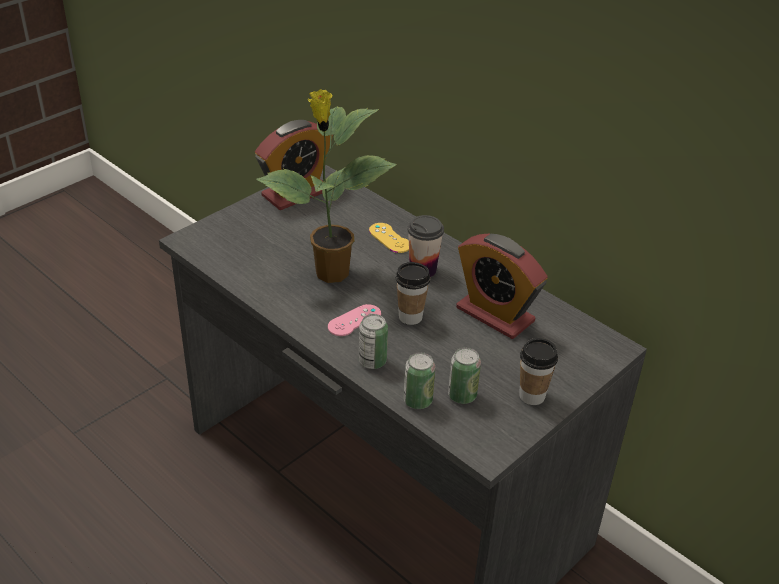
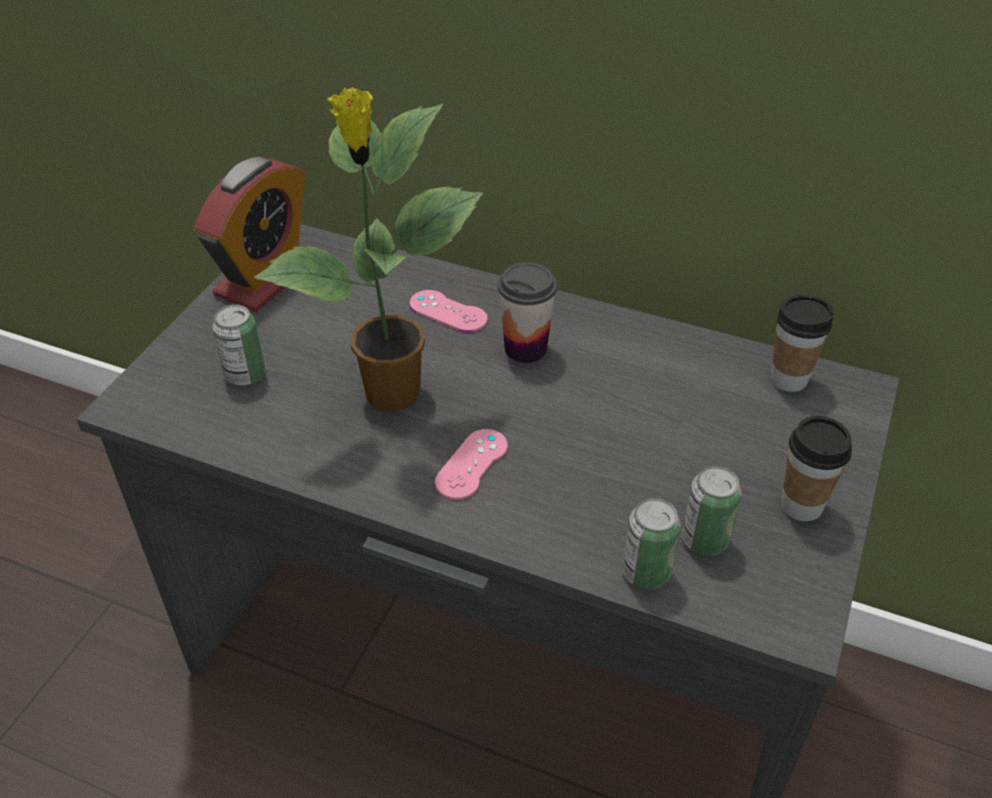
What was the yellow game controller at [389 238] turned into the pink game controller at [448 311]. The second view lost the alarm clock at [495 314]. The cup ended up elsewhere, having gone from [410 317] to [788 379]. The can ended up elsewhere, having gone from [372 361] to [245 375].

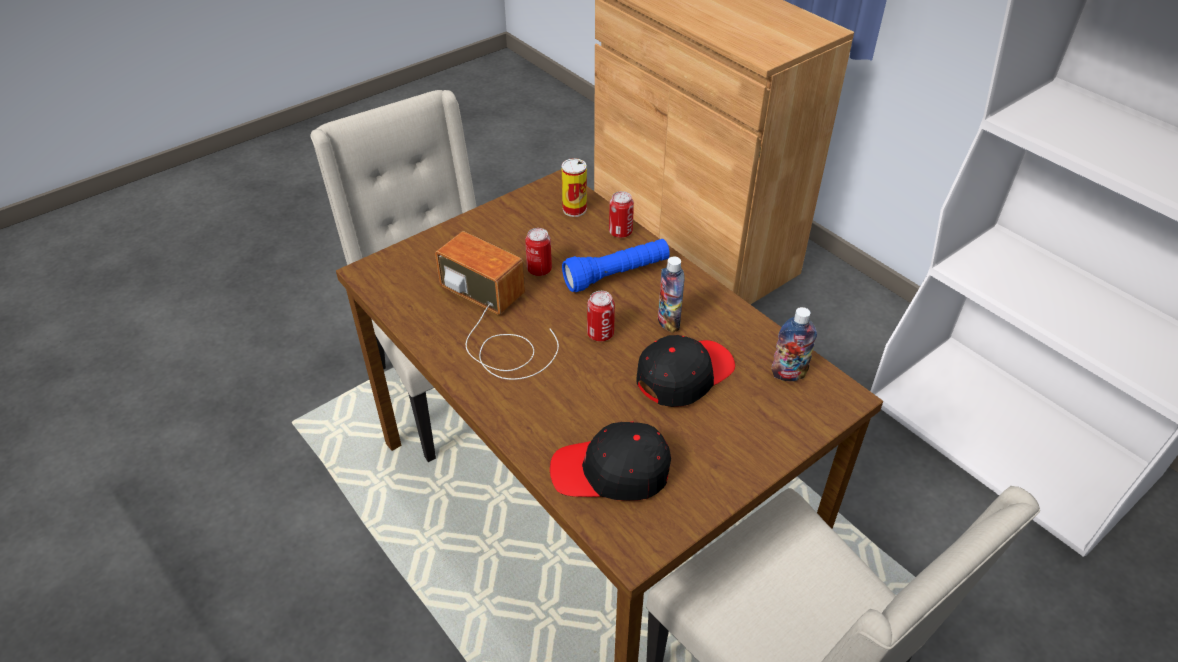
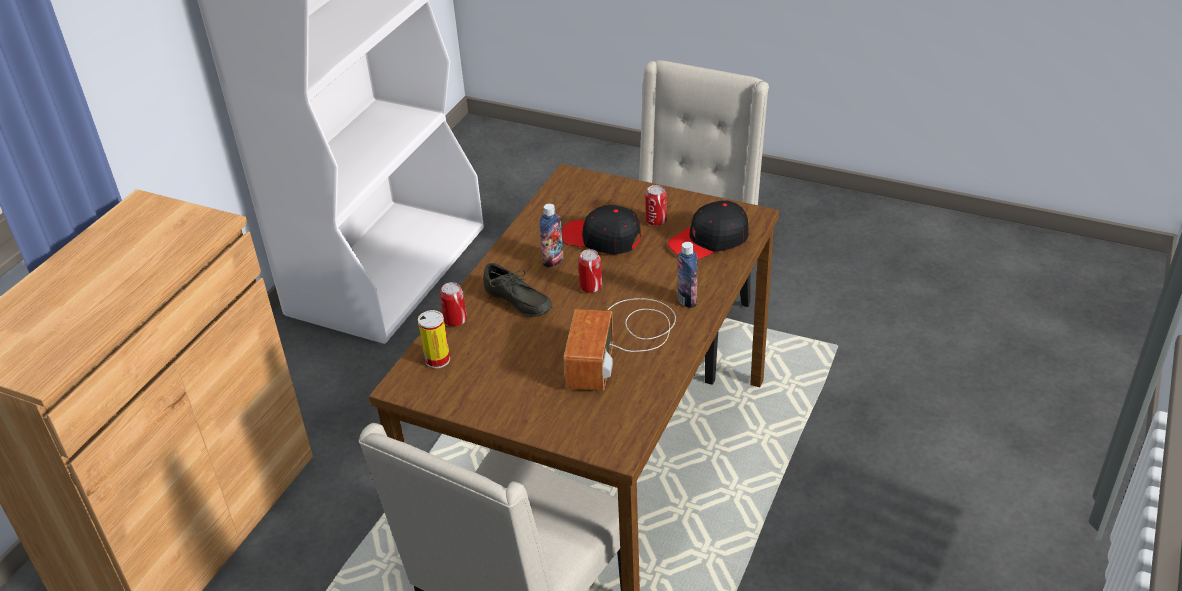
The can ended up elsewhere, having gone from [539 269] to [656 221]. Where the blue flashlight stood at [617 275], the grey shoe came to stand at [516 302]. The bottle ended up elsewhere, having gone from [788 374] to [687 300]. The black cap at [611 472] ended up facing another way, 90 degrees clockwise from before.

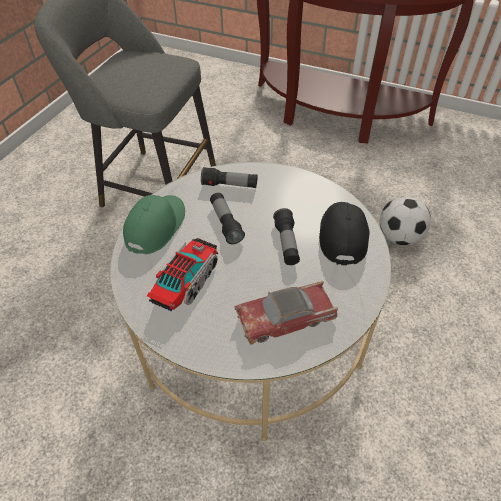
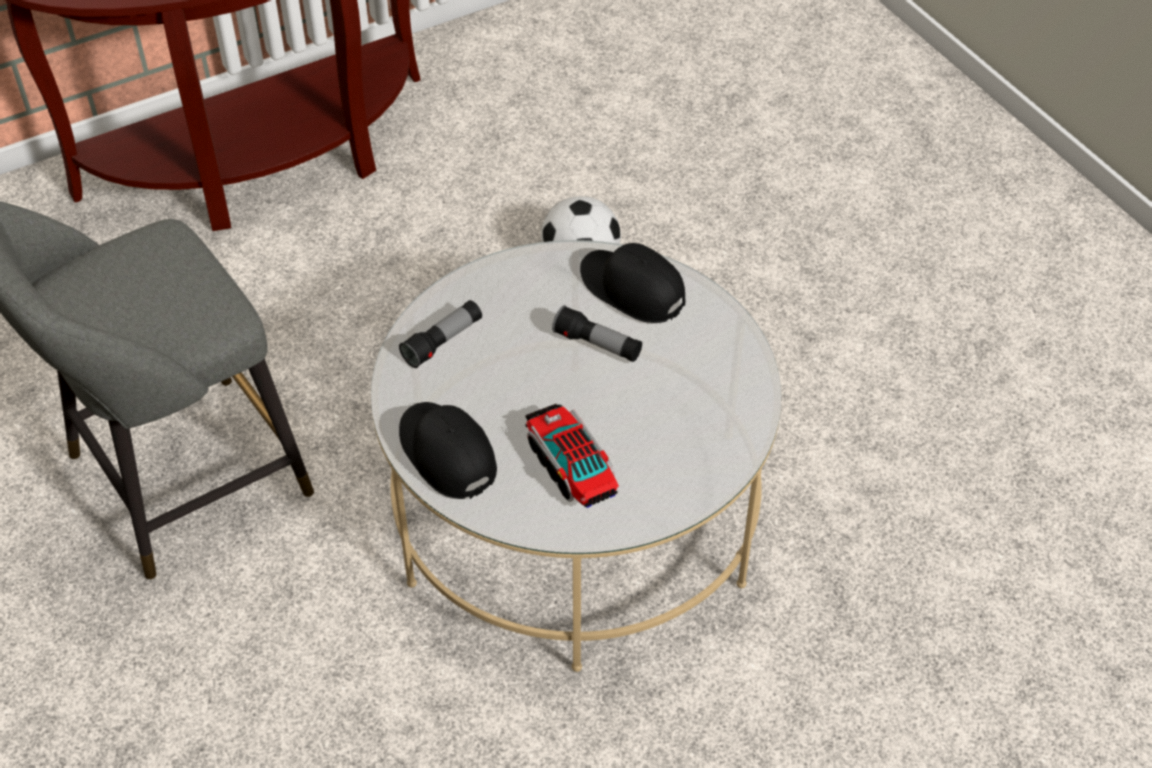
The second view lost the flashlight at [226 223]. What was the green cap at [156 226] turned into the black cap at [446 454]. The second view lost the toy car at [285 318].

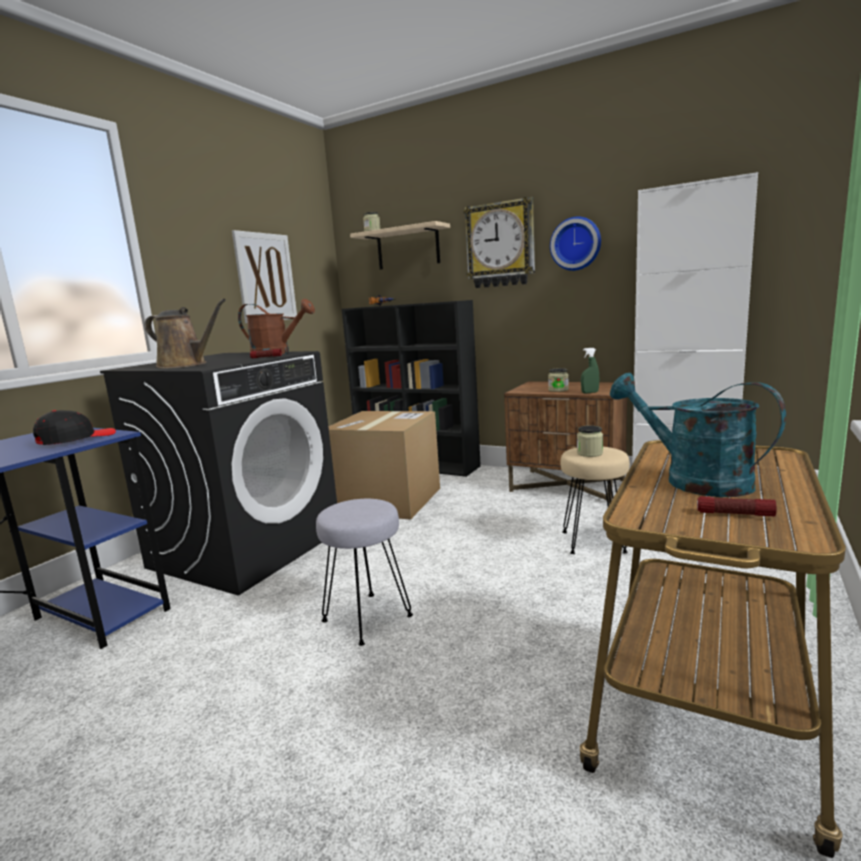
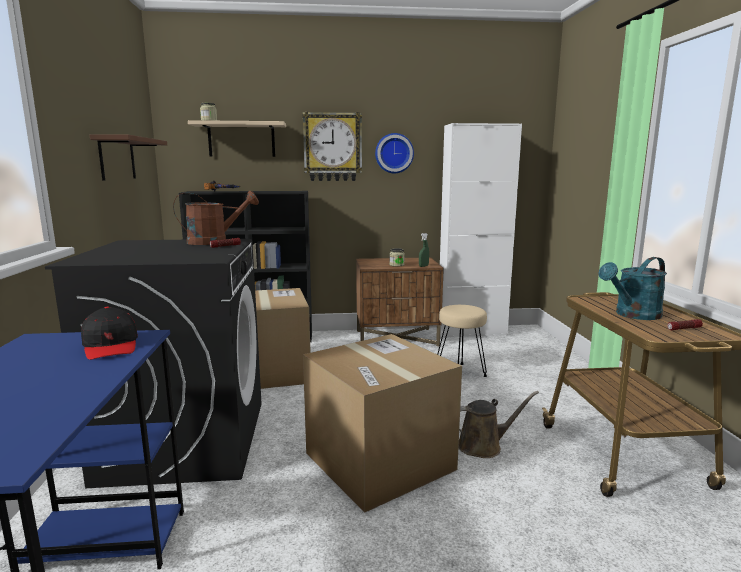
Where the picture hung at [265 277], the brown shelf came to hang at [117 158]. The brown watering can ended up elsewhere, having gone from [186 365] to [483 446]. The turquoise watering can at [693 480] ended up facing another way, 45 degrees counterclockwise from before. The black cap at [76 439] ended up facing another way, 150 degrees clockwise from before. The second view lost the jar at [589 453]. Where the grey stool stood at [368 618], the cardboard box came to stand at [379 461].

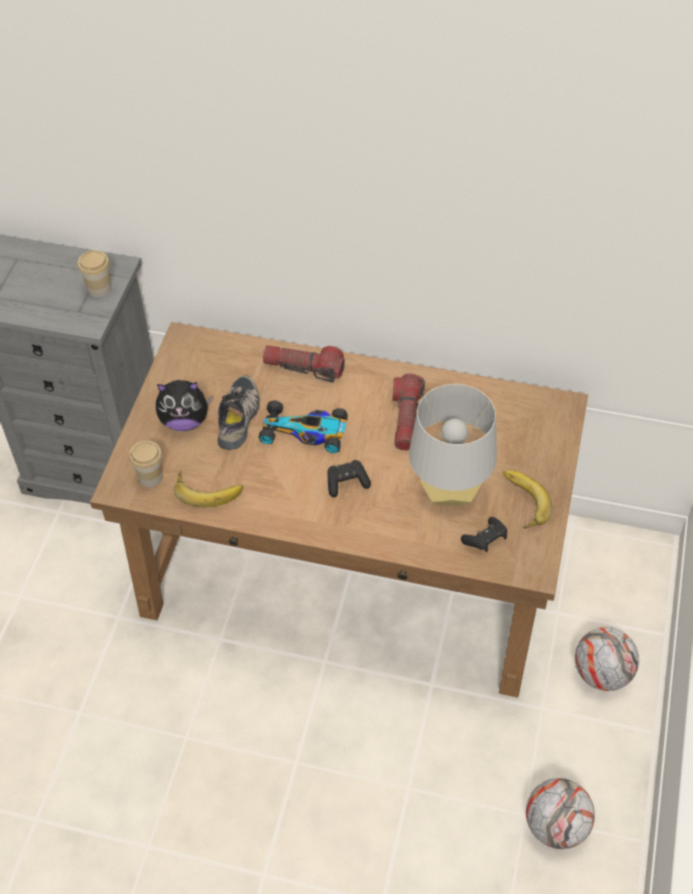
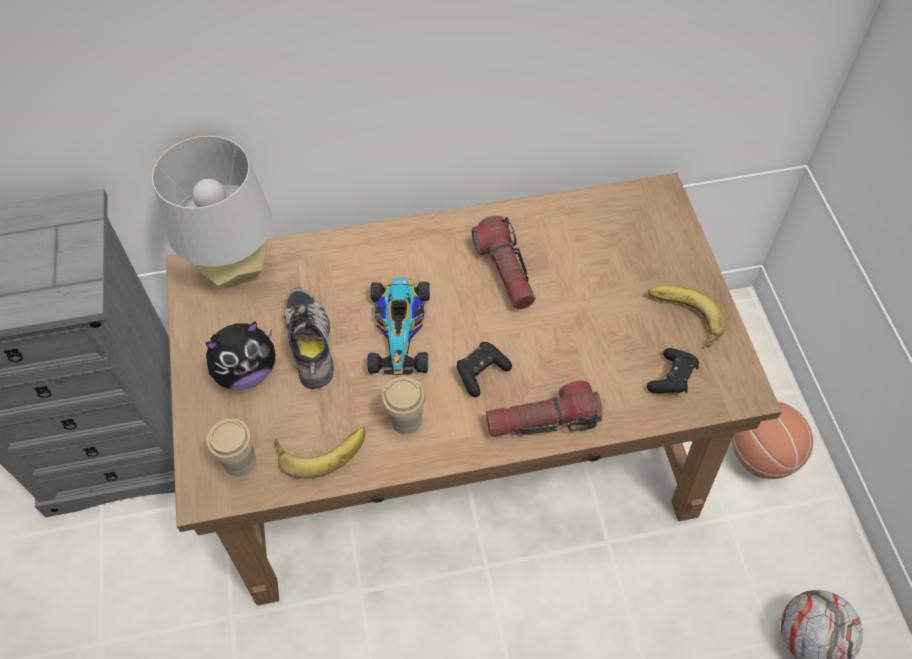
The cup ended up elsewhere, having gone from [99 289] to [406 420]. The flashlight ended up elsewhere, having gone from [304 368] to [542 421]. The grey table lamp ended up elsewhere, having gone from [449 492] to [235 269]. The toy car at [306 431] ended up facing another way, 75 degrees counterclockwise from before. Where the football stood at [602 673], the basketball came to stand at [761 455].

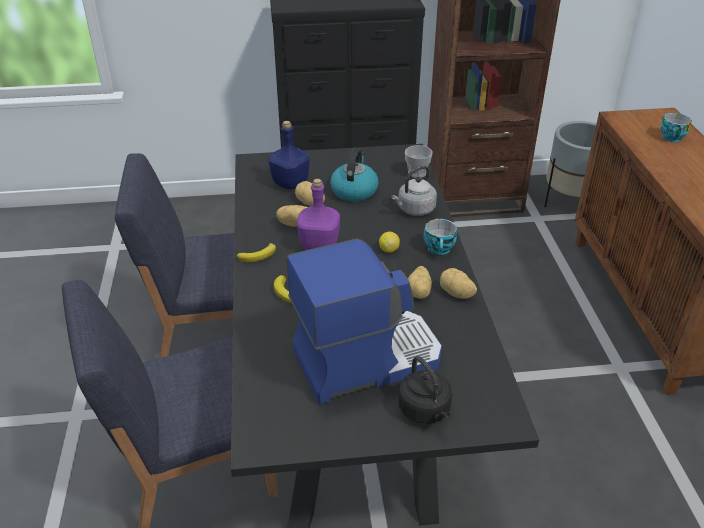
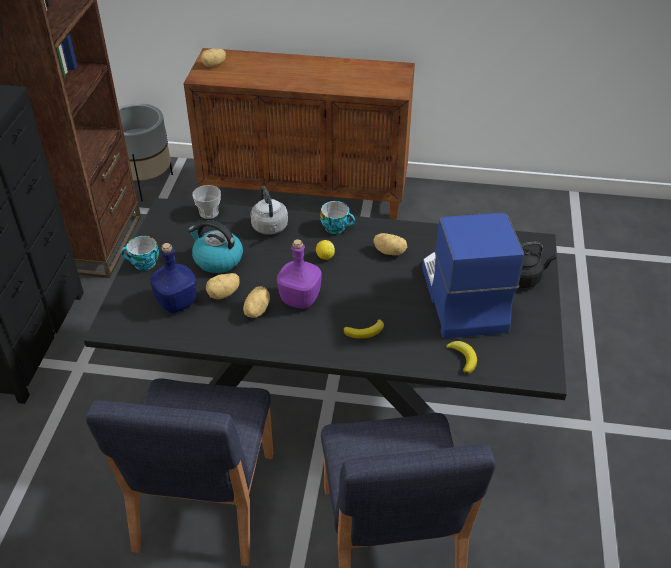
The cup ended up elsewhere, having gone from [670 137] to [143 264]. The banana ended up elsewhere, having gone from [259 256] to [463 358]. The potato ended up elsewhere, having gone from [456 294] to [214 65].

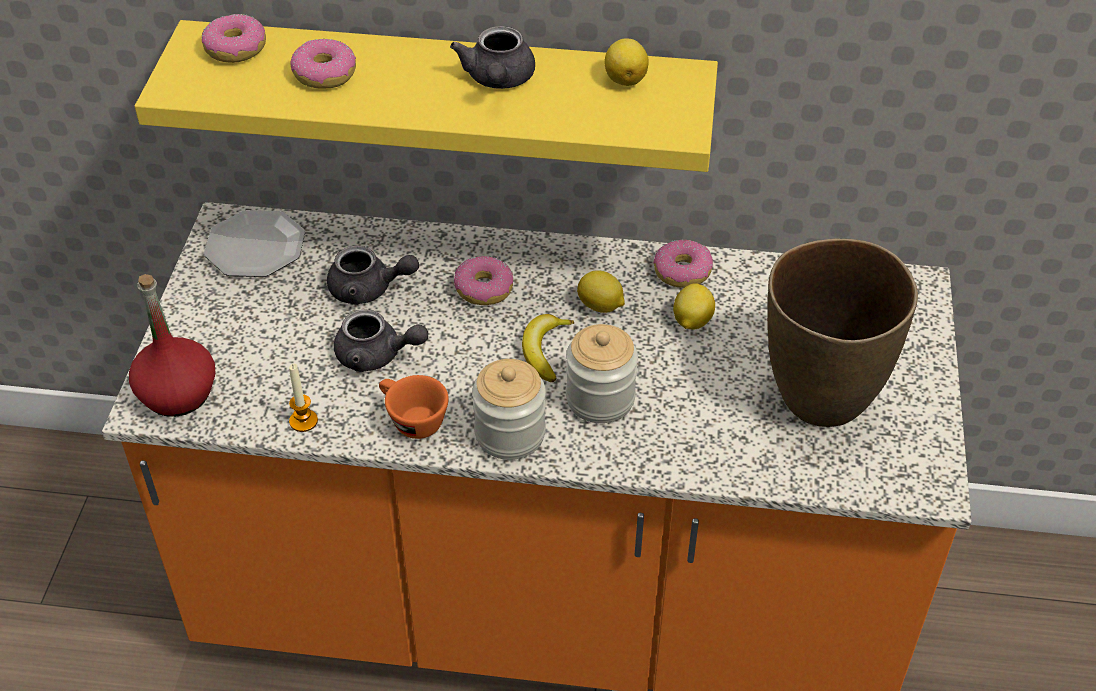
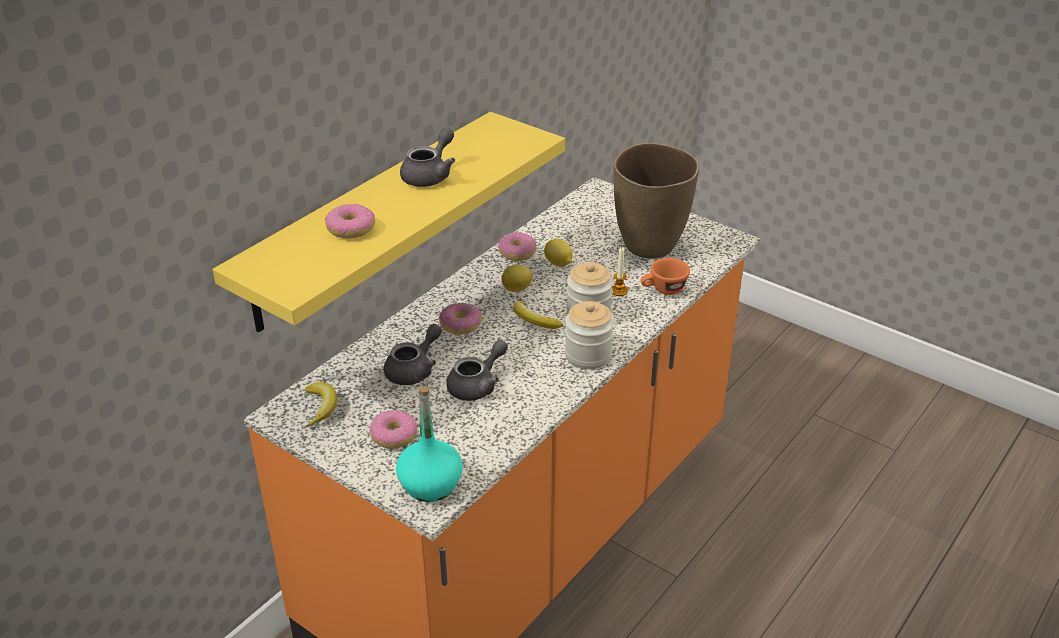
The donut ended up elsewhere, having gone from [236 49] to [394 436]. The grey teapot at [498 80] ended up facing another way, 90 degrees counterclockwise from before. The second view lost the lemon at [625 79]. Where the plate stood at [255 248], the banana came to stand at [321 407]. What was the red bottle at [178 393] turned into the turquoise bottle at [430 484]. The candle ended up elsewhere, having gone from [303 421] to [619 291]. The orange cup ended up elsewhere, having gone from [411 420] to [663 290].

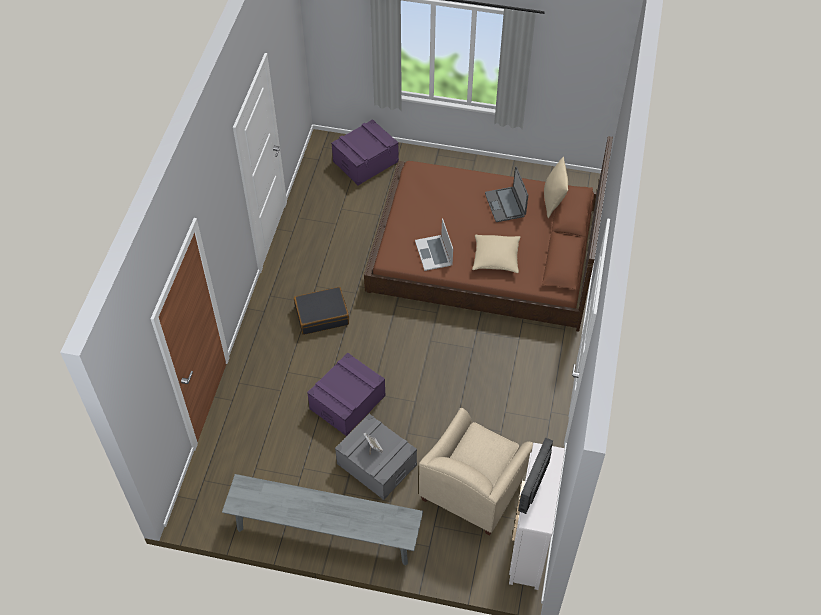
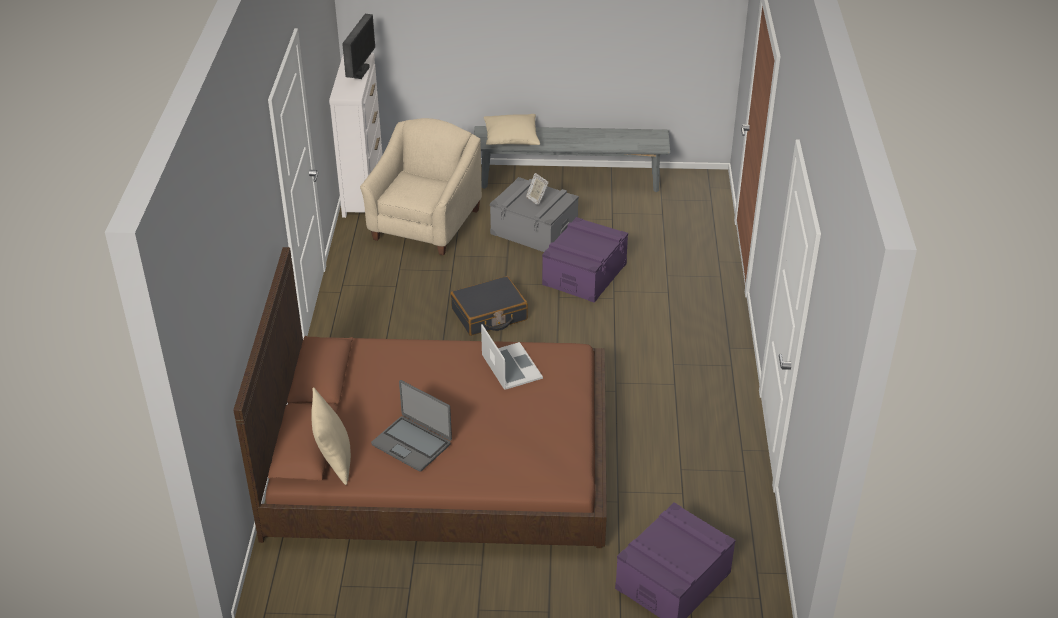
The laptop at [505 205] ended up facing another way, 150 degrees clockwise from before. The beige pillow ended up elsewhere, having gone from [496 258] to [511 138]. The black suitcase ended up elsewhere, having gone from [322 315] to [489 315].

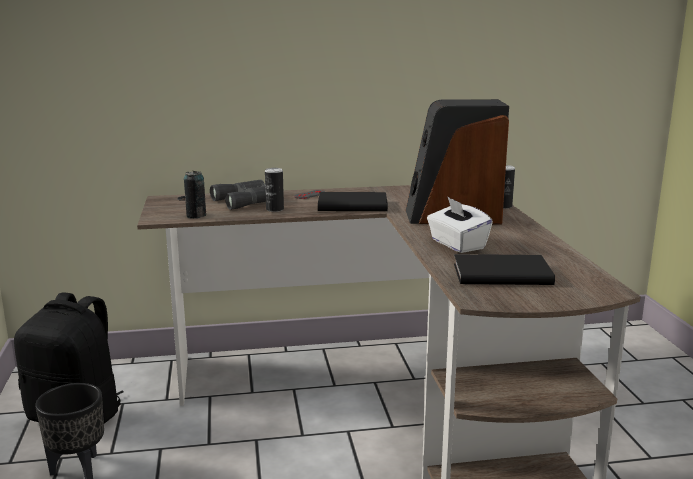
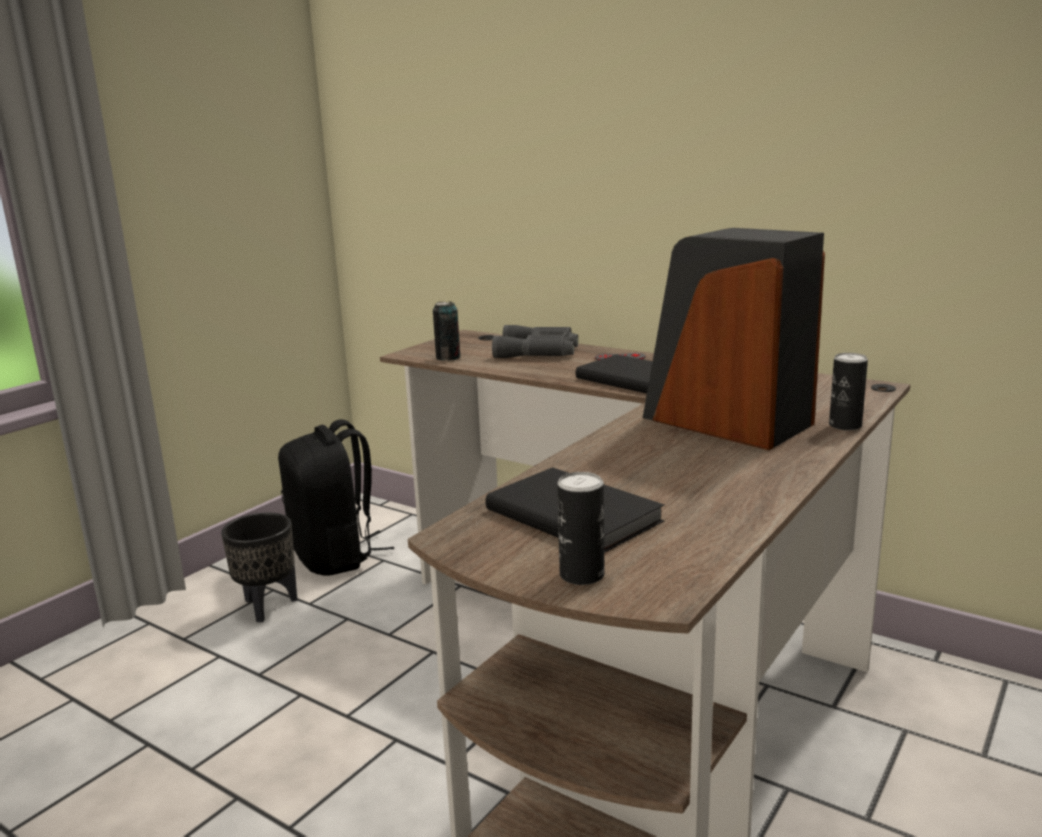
The can ended up elsewhere, having gone from [275 209] to [582 575]. The second view lost the white tissue box at [457 244].

